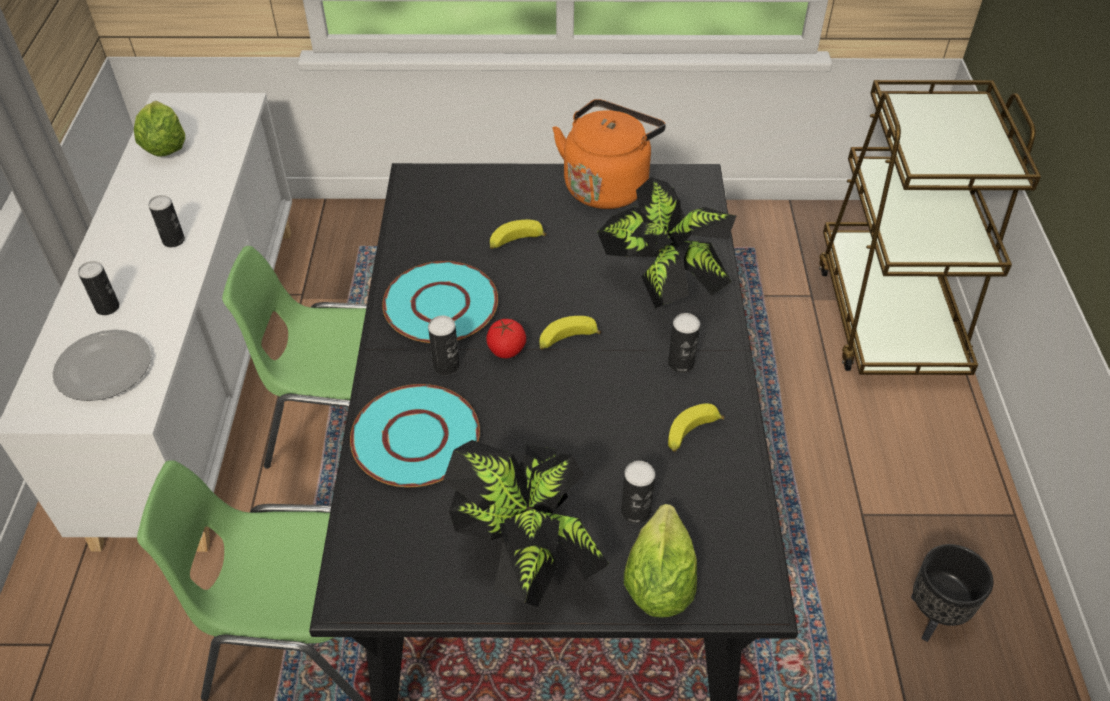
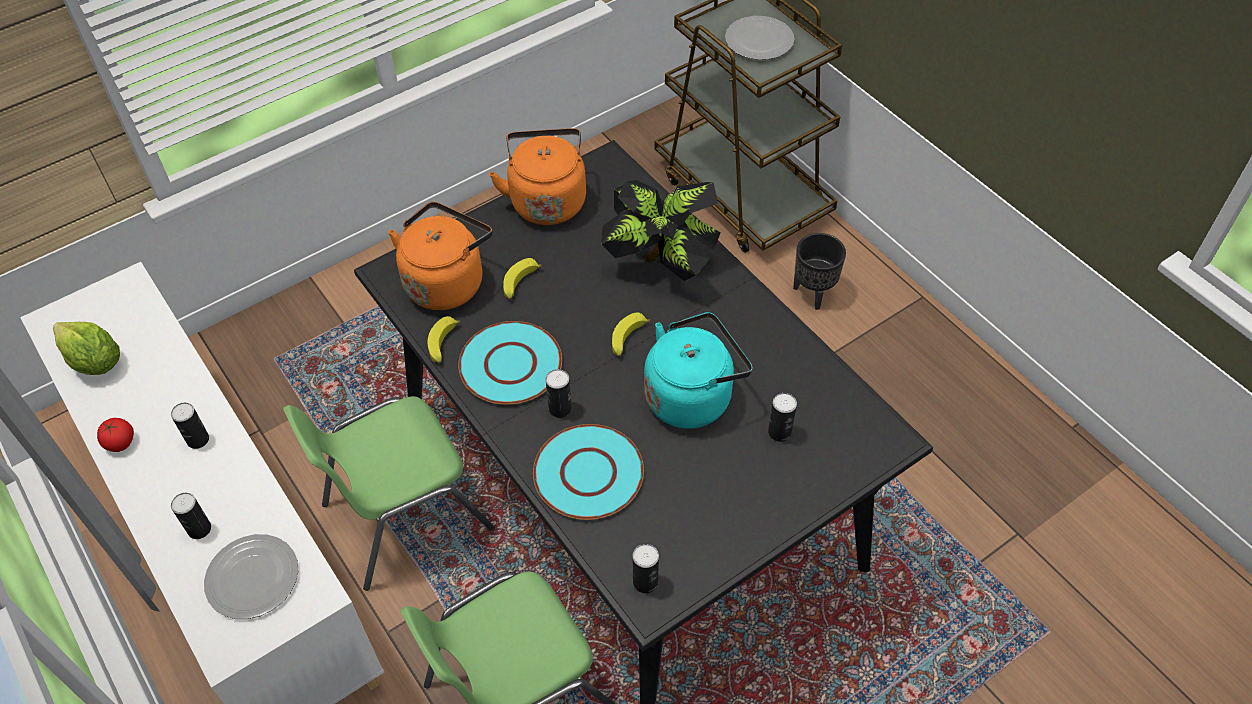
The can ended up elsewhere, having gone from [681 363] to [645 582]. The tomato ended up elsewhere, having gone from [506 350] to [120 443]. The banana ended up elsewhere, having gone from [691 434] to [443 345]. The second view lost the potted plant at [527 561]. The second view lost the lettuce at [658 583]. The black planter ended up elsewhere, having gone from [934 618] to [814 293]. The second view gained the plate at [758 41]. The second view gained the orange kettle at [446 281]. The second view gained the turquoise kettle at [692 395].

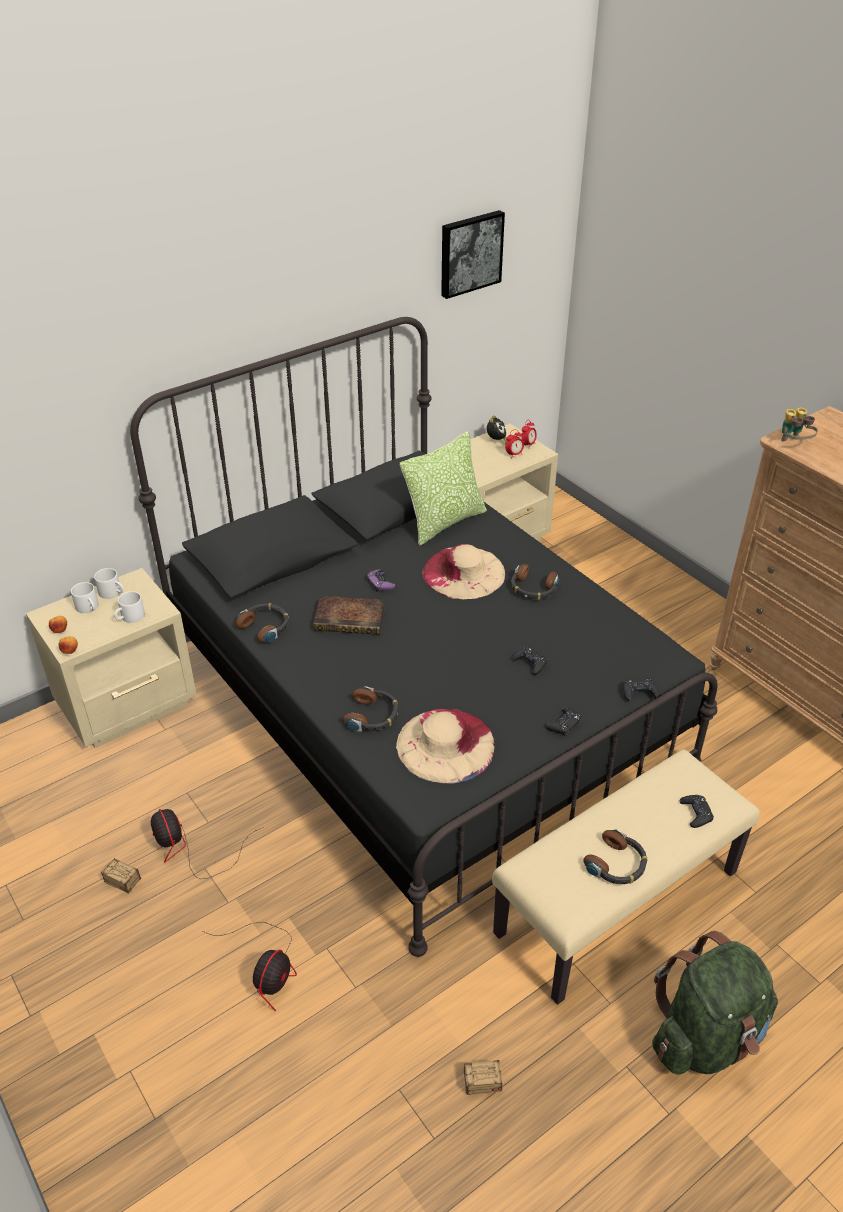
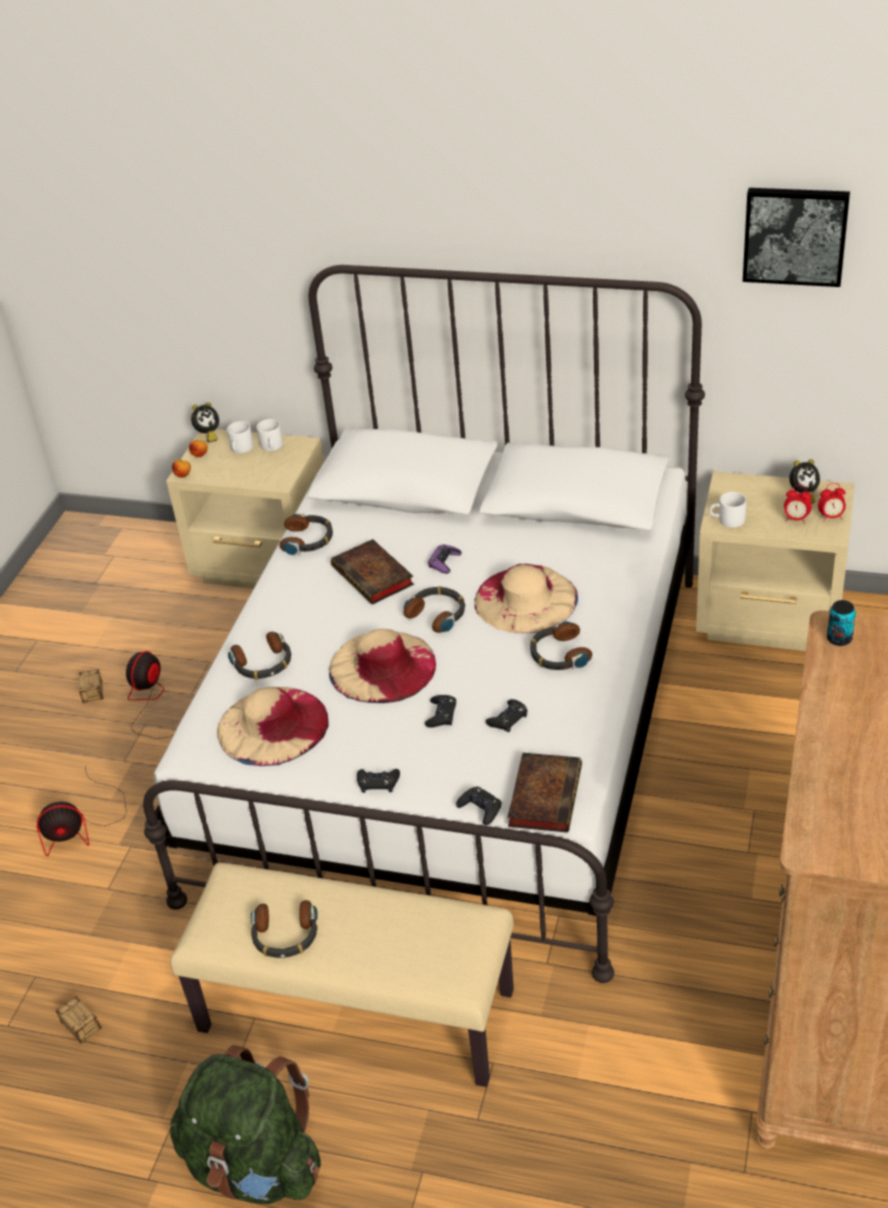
What was the black bed at [421 709] turned into the white bed at [457 728]. Where the binoculars stood at [793 444], the can came to stand at [839 639]. The second view lost the pillow at [444 522]. The white mug ended up elsewhere, having gone from [130 618] to [727 520]. The black game controller ended up elsewhere, having gone from [696 813] to [508 719]. The second view gained the alarm clock at [208 435]. The second view gained the headphones at [437 614]. The second view gained the beige hat at [382 666]. The second view gained the book at [544 795].

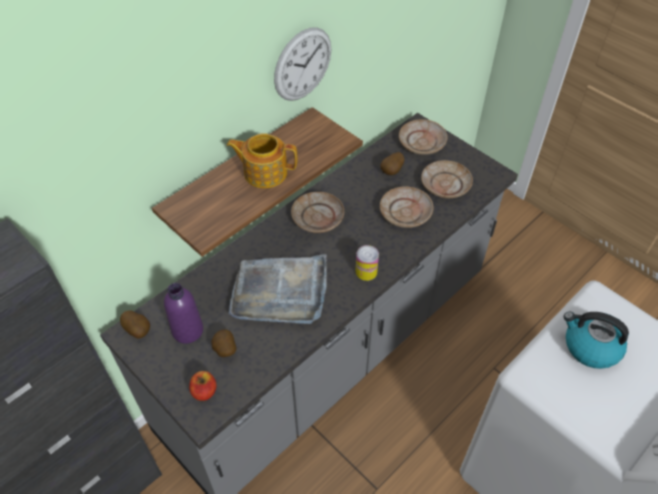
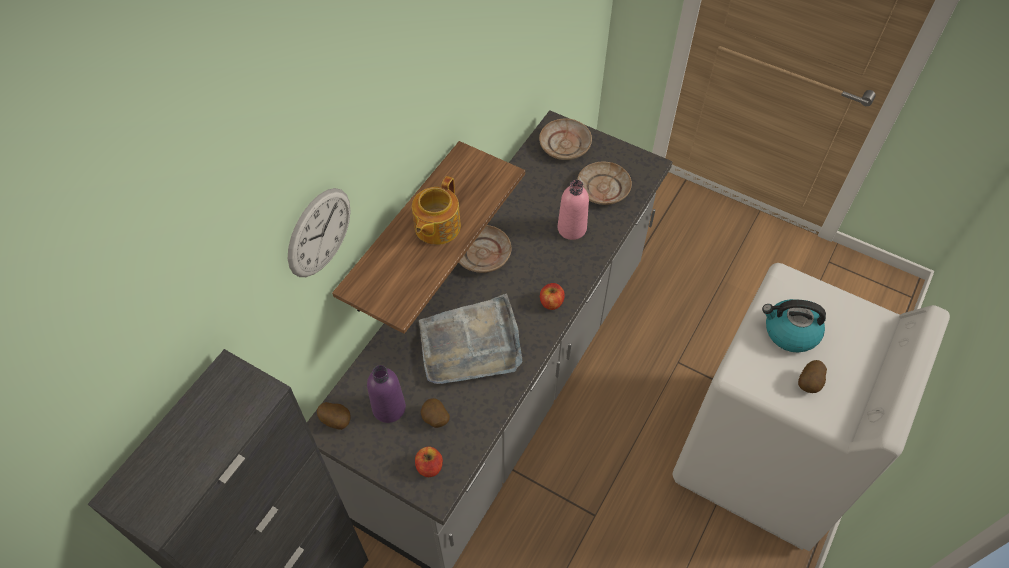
The wall clock ended up elsewhere, having gone from [303 64] to [319 233]. The teapot at [264 172] ended up facing another way, 60 degrees counterclockwise from before. The potato ended up elsewhere, having gone from [392 171] to [809 384]. Where the beige plate stood at [405 212], the pink bottle came to stand at [572 228]. Where the can stood at [366 271], the apple came to stand at [551 302].

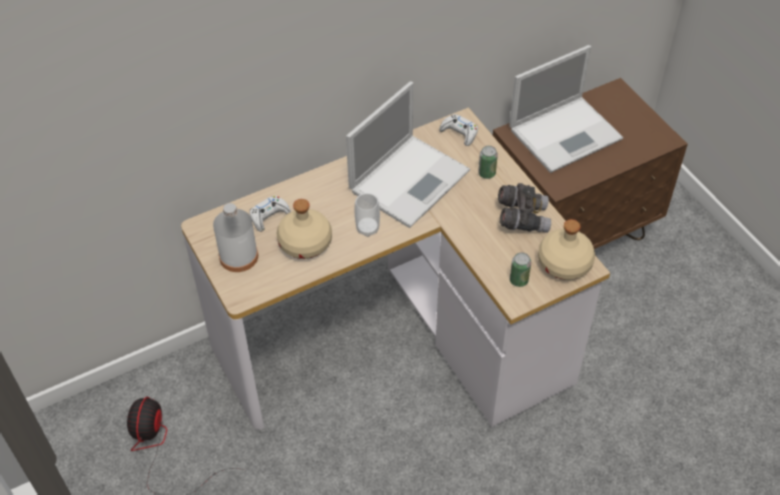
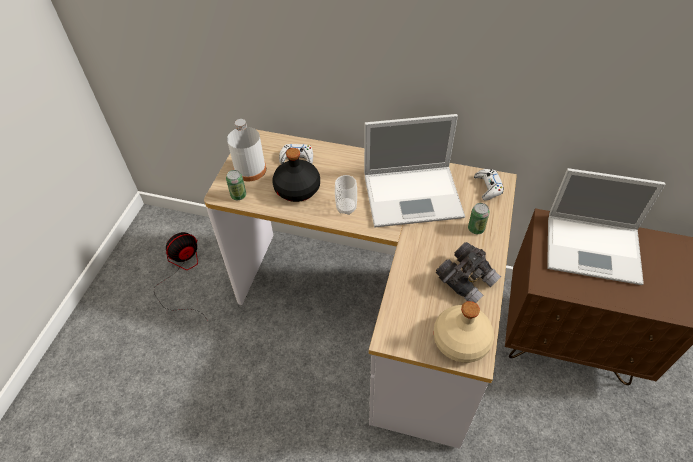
What was the beige bottle at [305 243] turned into the black bottle at [297 189]. The can ended up elsewhere, having gone from [518 280] to [238 195].

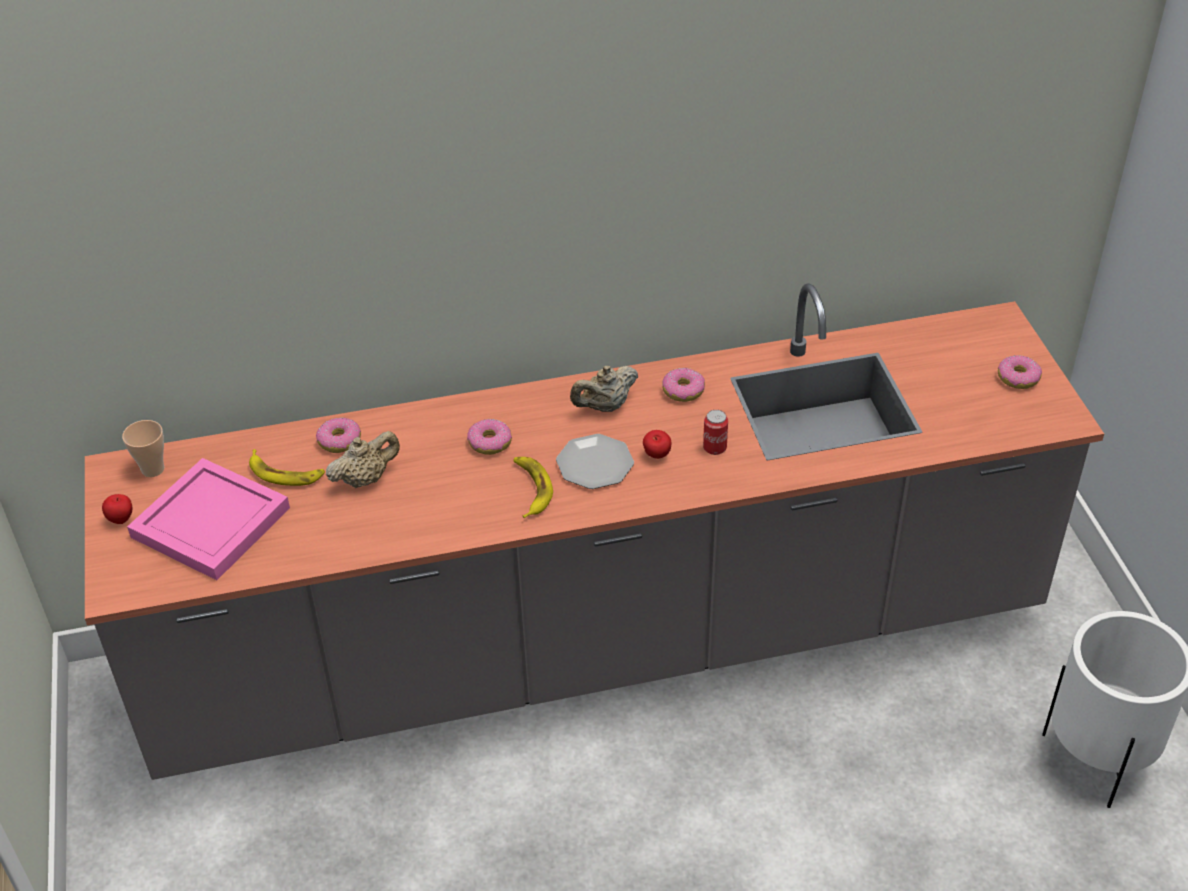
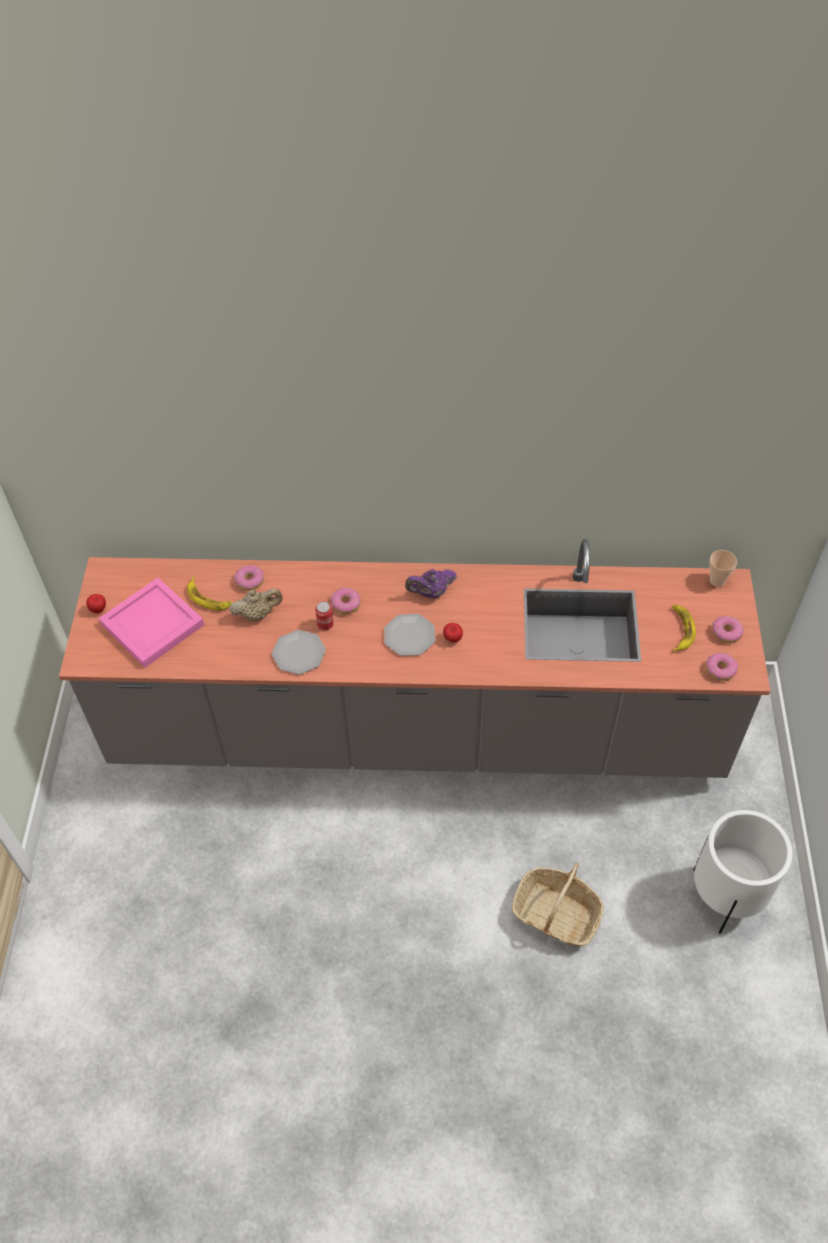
What was the beige teapot at [605 406] turned into the purple teapot at [431 593]. The donut ended up elsewhere, having gone from [683 391] to [720 670]. The can ended up elsewhere, having gone from [714 448] to [325 624]. The cup ended up elsewhere, having gone from [153 469] to [717 581]. The banana ended up elsewhere, having gone from [531 489] to [680 630]. The second view gained the plate at [298 653]. The second view gained the basket at [556 914].

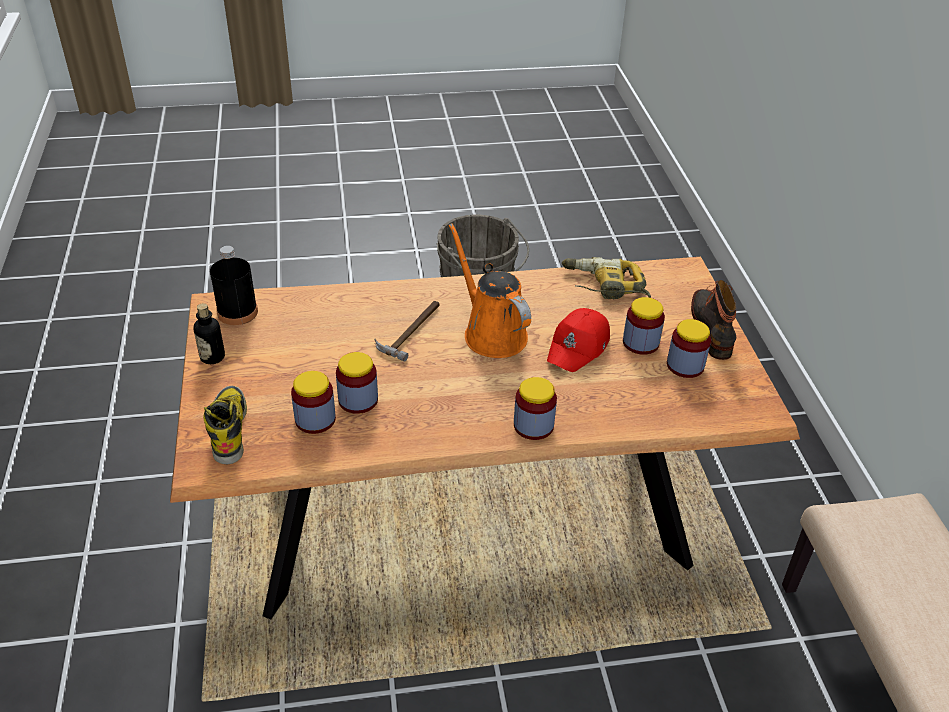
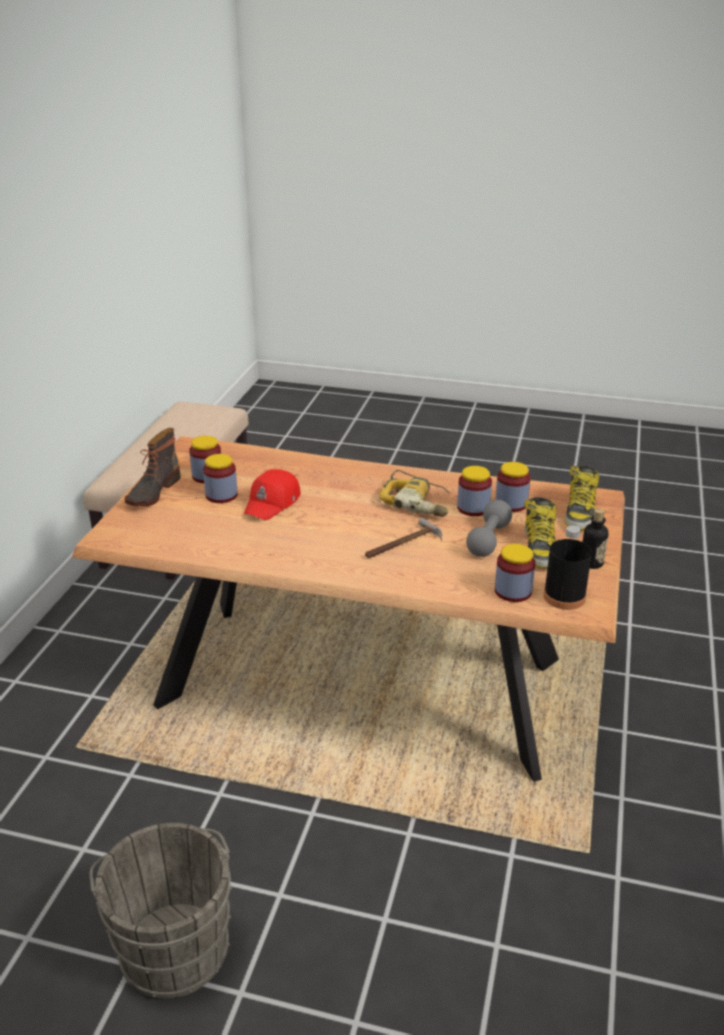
The second view lost the orange watering can at [491 333]. The power drill ended up elsewhere, having gone from [604 286] to [417 502]. The red cap at [579 347] ended up facing another way, 150 degrees clockwise from before. The jar ended up elsewhere, having gone from [533 426] to [513 591]. The second view gained the boot at [539 547]. The second view gained the grey dumbbell at [488 540].

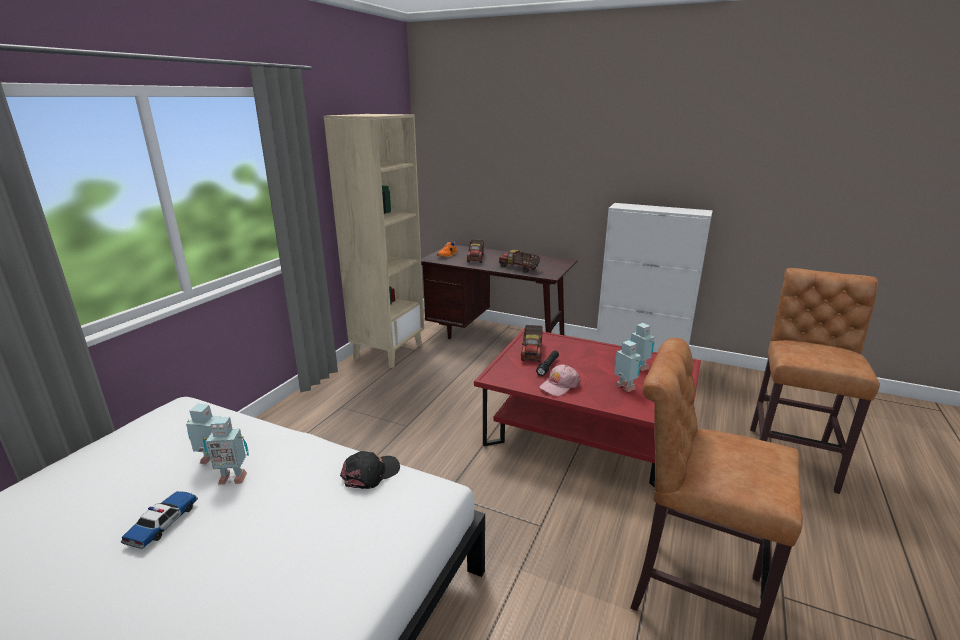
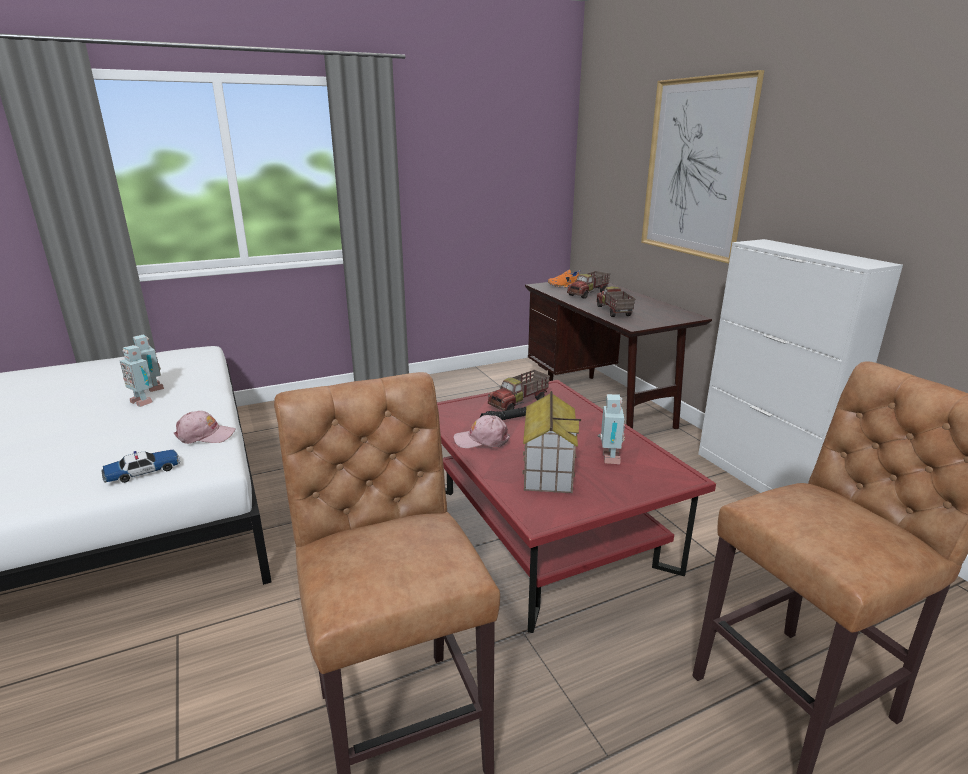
The second view lost the beige bookcase at [388 351]. Where the toy robot stood at [624 388], the toy house came to stand at [547 470]. What was the black cap at [371 474] turned into the pink cap at [205 435]. The toy car ended up elsewhere, having gone from [163 524] to [143 472]. The second view gained the picture at [695 168].

